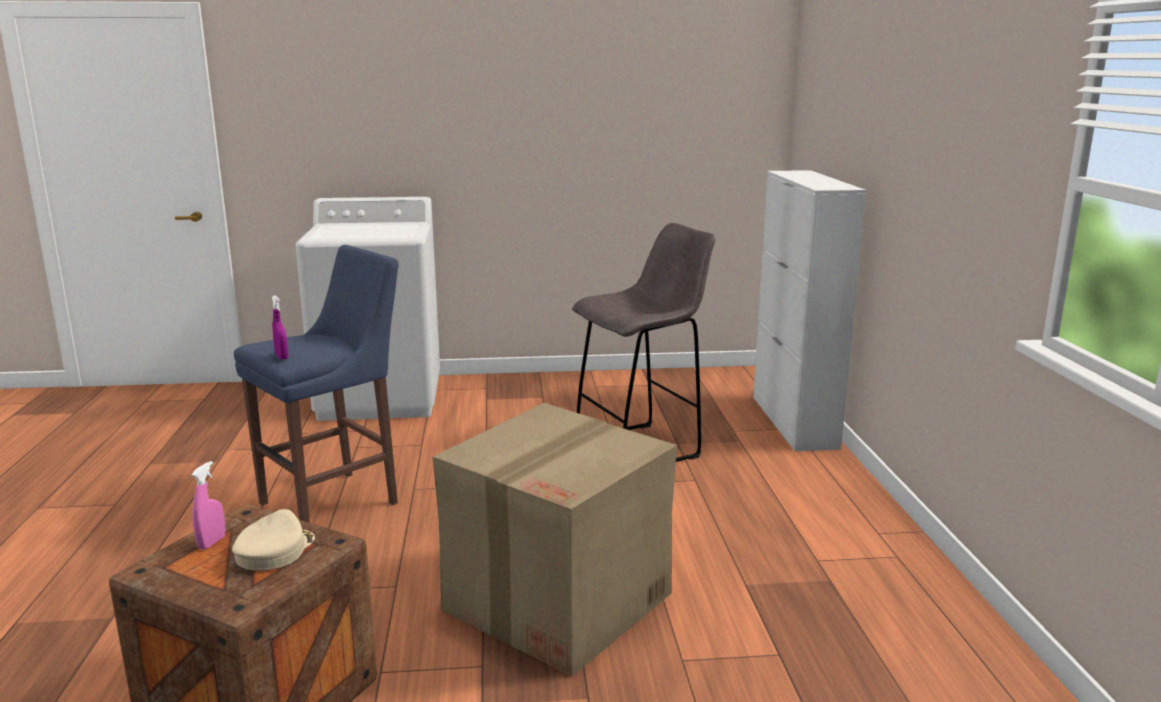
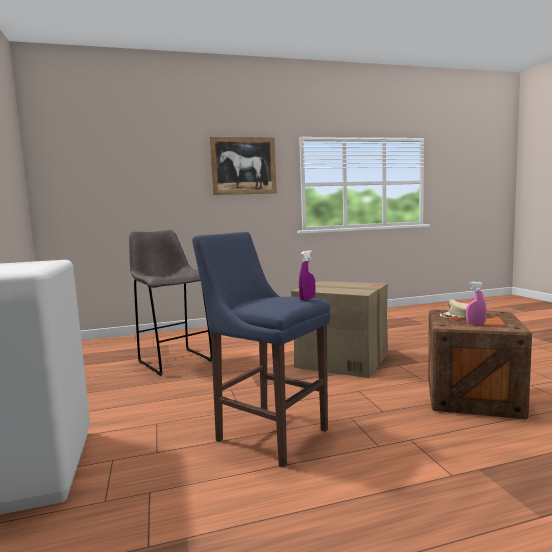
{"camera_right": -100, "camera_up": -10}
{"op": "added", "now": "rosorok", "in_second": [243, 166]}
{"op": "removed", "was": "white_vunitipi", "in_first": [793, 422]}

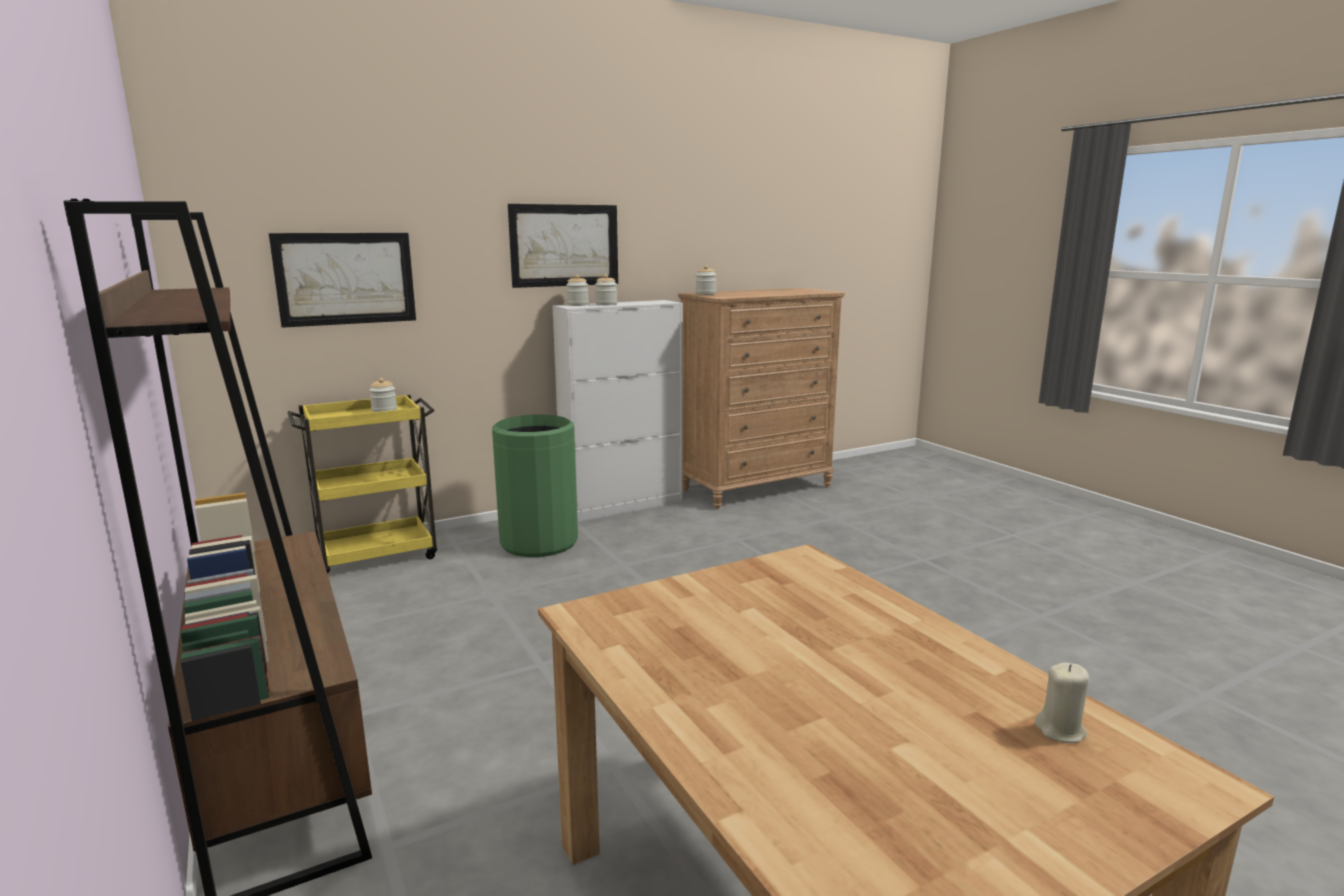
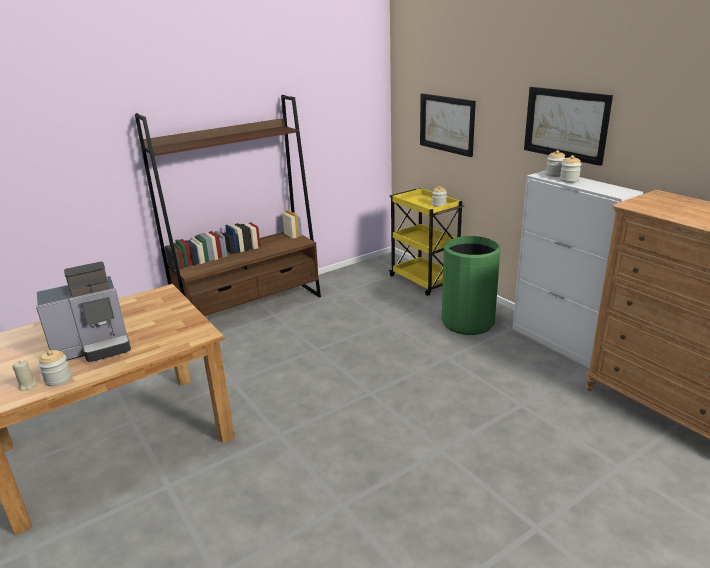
{"camera_right": 85, "camera_up": 10}
{"op": "added", "now": "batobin", "in_second": [95, 347]}
{"op": "moved", "was": "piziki", "in_first": [705, 294], "in_second": [58, 379]}

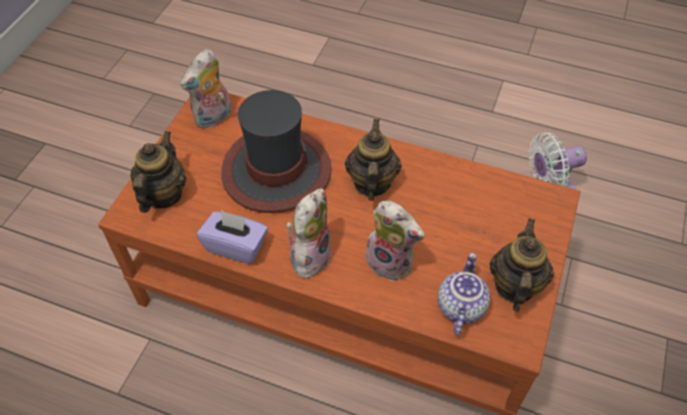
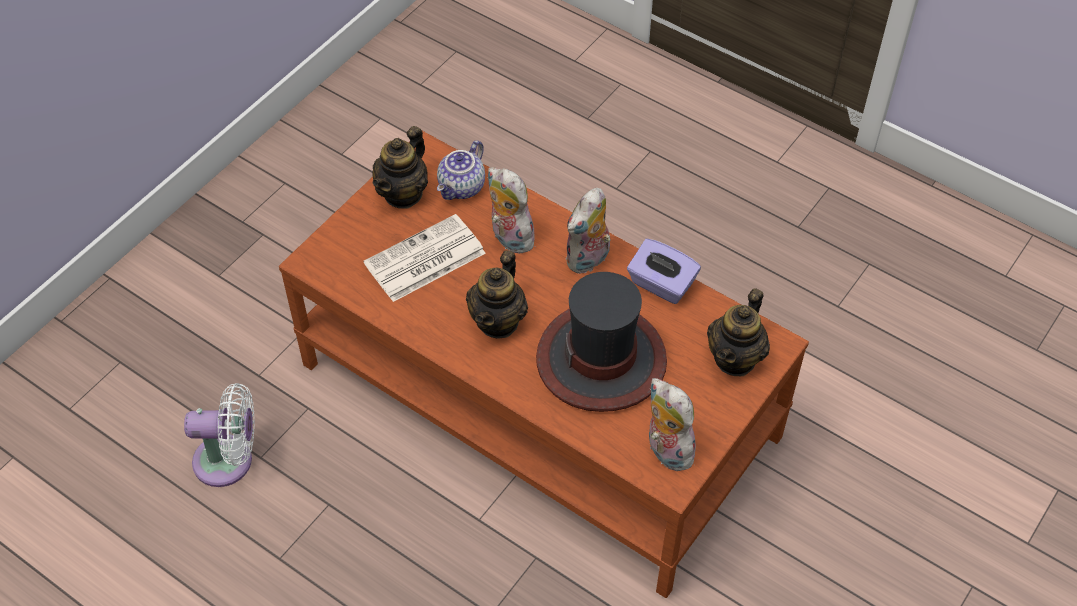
{"camera_right": -165, "camera_up": 0}
{"op": "added", "now": "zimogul", "in_second": [424, 260]}
{"op": "turned", "was": "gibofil", "in_first": [213, 118], "in_second": [666, 450], "clockwise": -90}

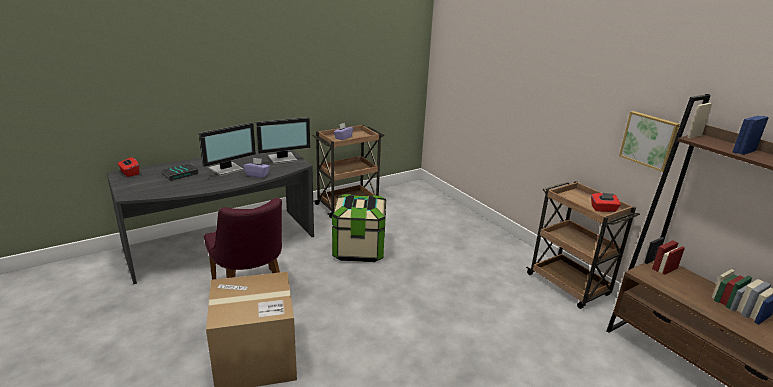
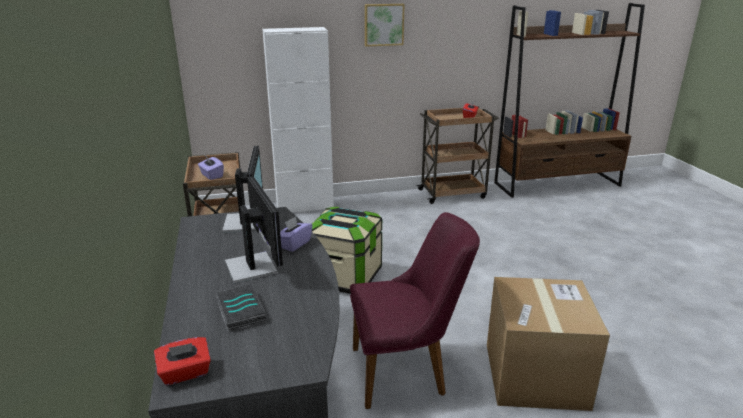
{"camera_right": -70, "camera_up": 0}
{"op": "added", "now": "white_vunitipi", "in_second": [304, 206]}
{"op": "moved", "was": "rosorok", "in_first": [649, 140], "in_second": [383, 24]}

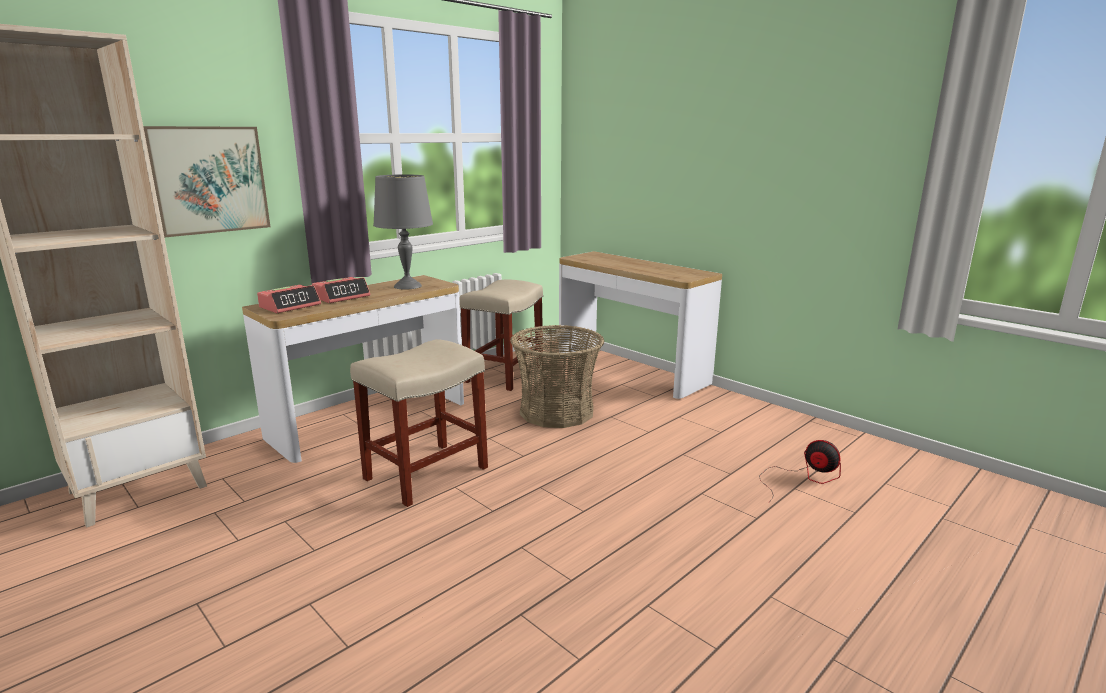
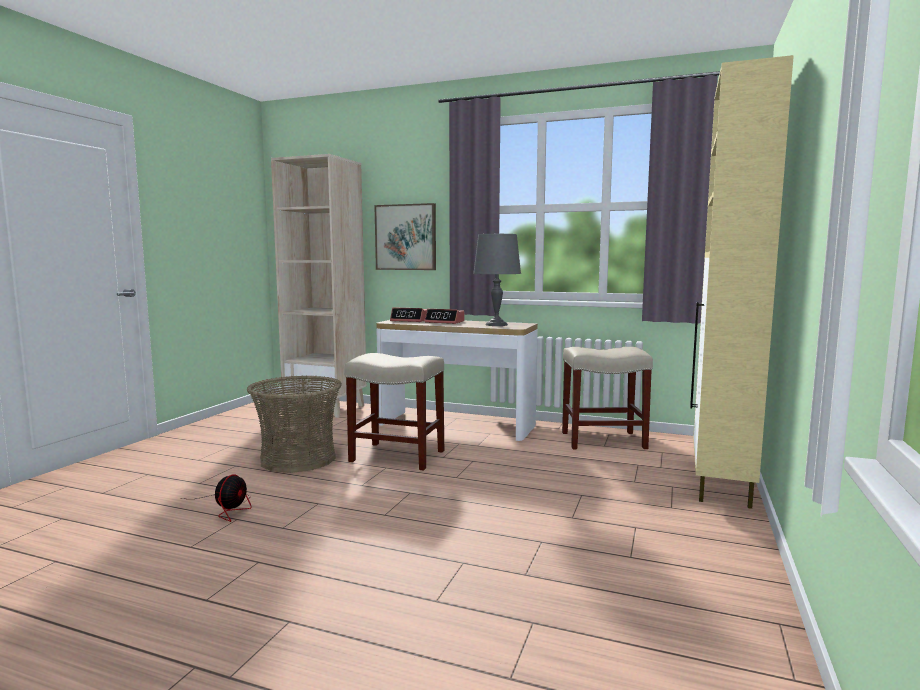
{"camera_right": 65, "camera_up": -10}
{"op": "moved", "was": "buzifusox", "in_first": [802, 478], "in_second": [229, 508]}
{"op": "moved", "was": "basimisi", "in_first": [557, 411], "in_second": [298, 459]}
{"op": "replaced", "was": "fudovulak", "now": "beige_vunitipi", "in_first": [630, 370], "in_second": [721, 484]}

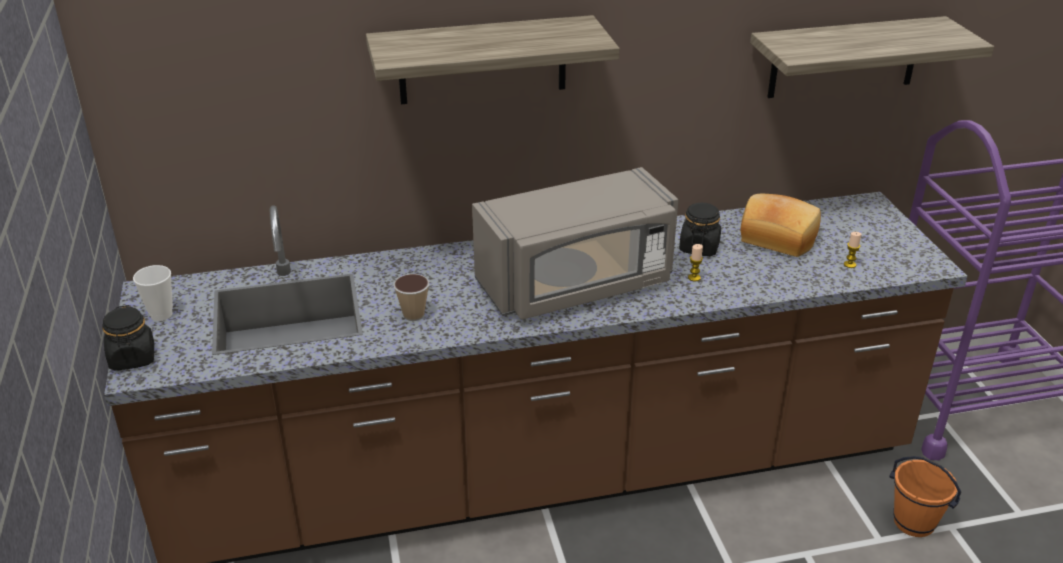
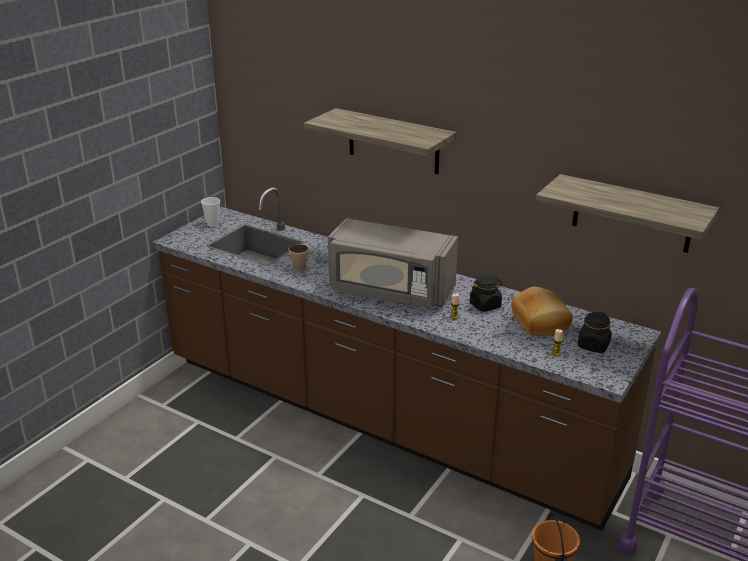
{"camera_right": 45, "camera_up": -5}
{"op": "moved", "was": "black_piziki", "in_first": [133, 358], "in_second": [593, 346]}

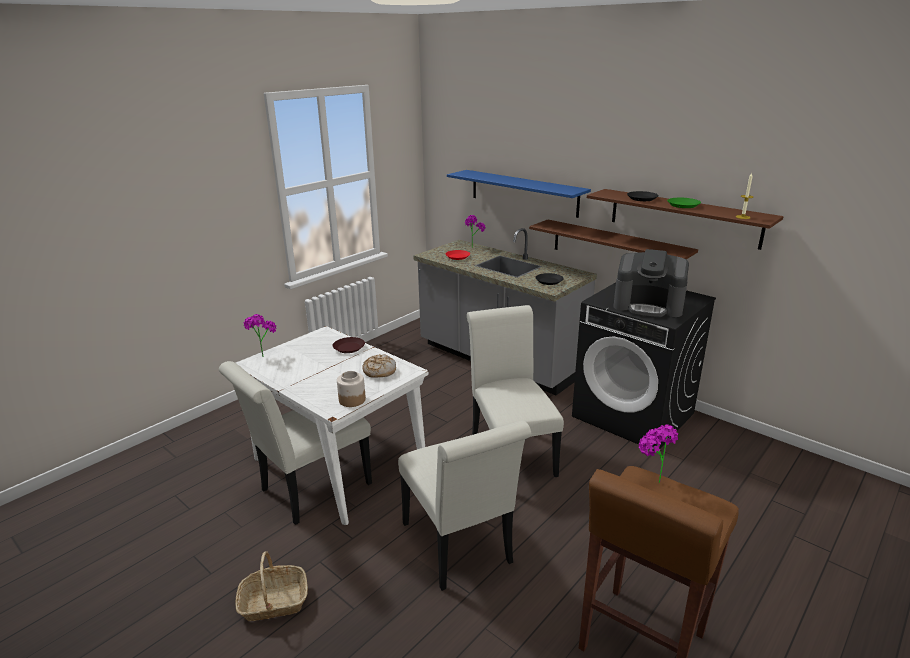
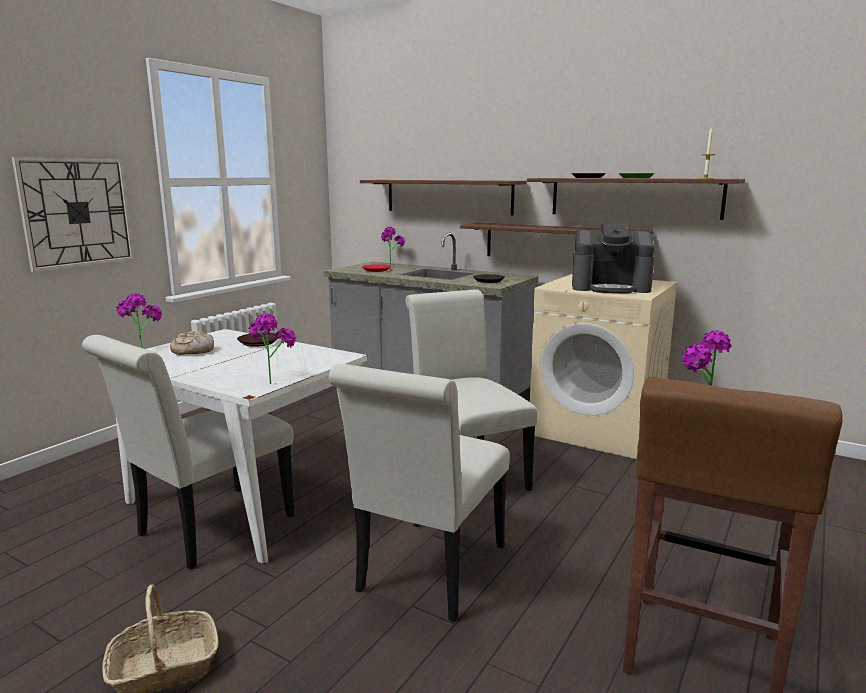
{"camera_right": -10, "camera_up": -10}
{"op": "added", "now": "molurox", "in_second": [77, 212]}
{"op": "moved", "was": "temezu", "in_first": [379, 371], "in_second": [192, 351]}
{"op": "replaced", "was": "piziki", "now": "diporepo", "in_first": [352, 400], "in_second": [273, 380]}
{"op": "turned", "was": "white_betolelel", "in_first": [460, 548], "in_second": [428, 574], "clockwise": 60}
{"op": "recoloured", "was": "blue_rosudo", "now": "brown_rosudo", "in_first": [523, 192], "in_second": [448, 196]}
{"op": "recoloured", "was": "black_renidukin", "now": "beige_renidukin", "in_first": [634, 415], "in_second": [598, 429]}

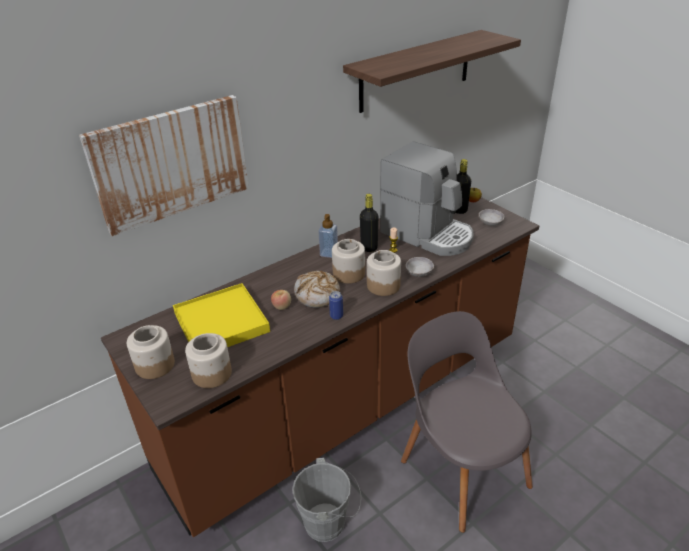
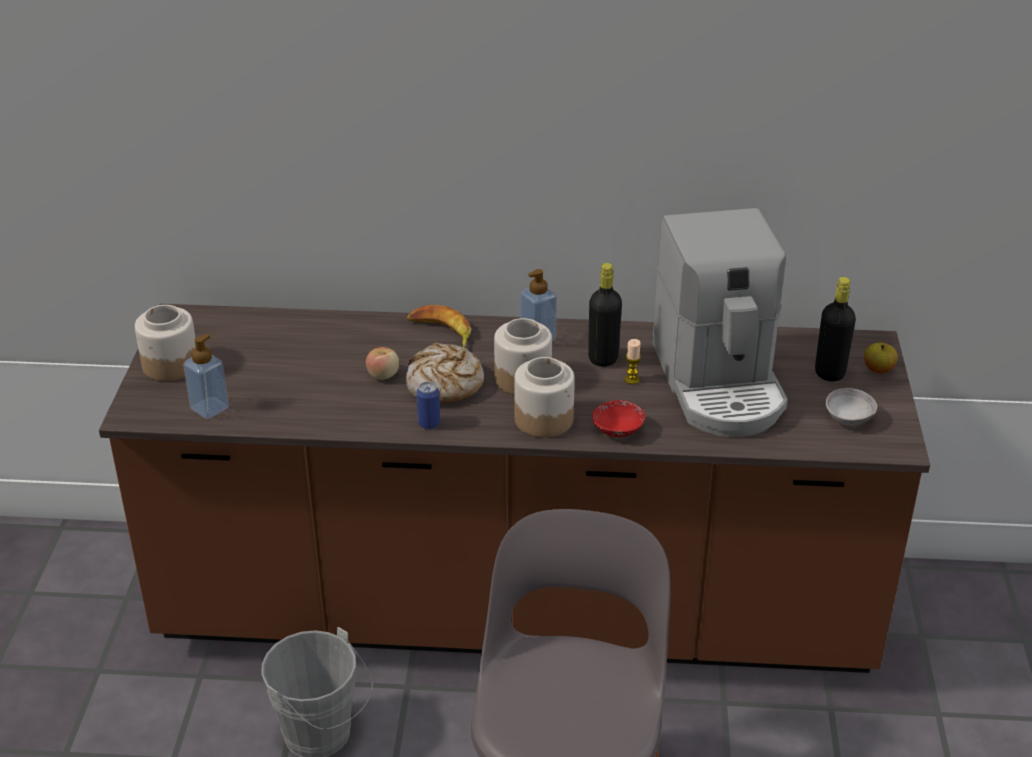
{"camera_right": 40, "camera_up": 0}
{"op": "replaced", "was": "piziki", "now": "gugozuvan", "in_first": [211, 374], "in_second": [209, 408]}
{"op": "added", "now": "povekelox", "in_second": [441, 332]}
{"op": "recoloured", "was": "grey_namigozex", "now": "red_namigozex", "in_first": [419, 273], "in_second": [618, 430]}
{"op": "removed", "was": "rosorok", "in_first": [171, 163]}
{"op": "removed", "was": "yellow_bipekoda", "in_first": [221, 323]}
{"op": "removed", "was": "rosudo", "in_first": [416, 71]}

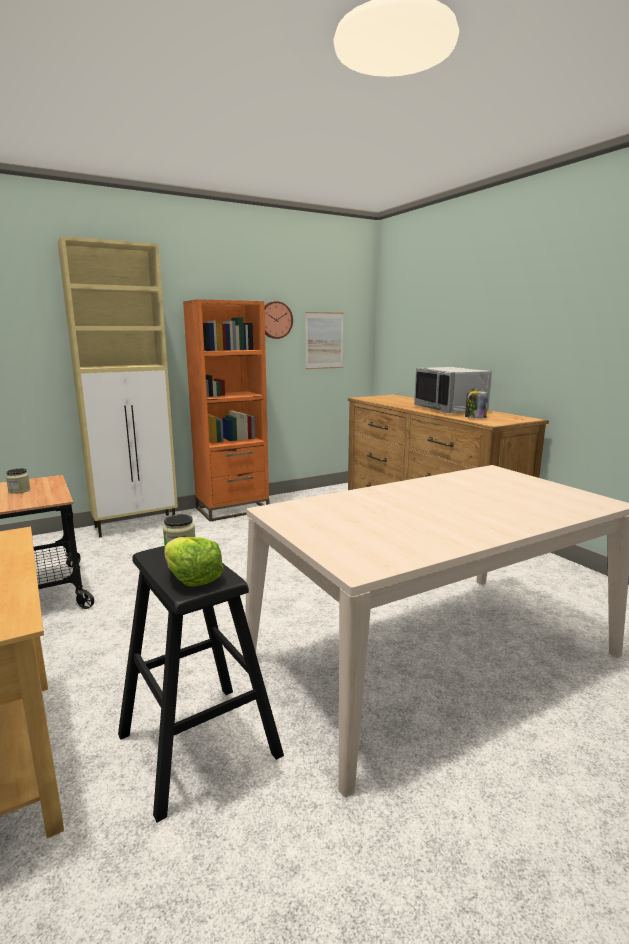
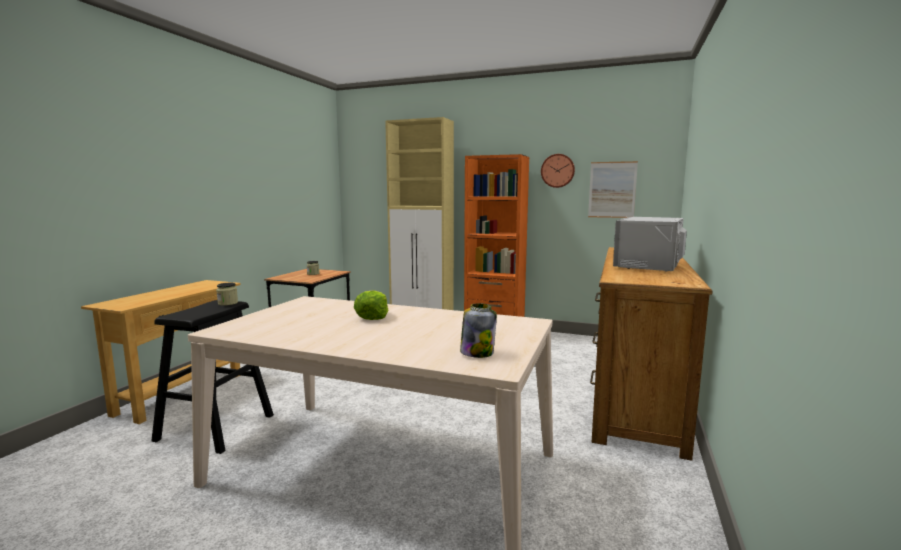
{"camera_right": 50, "camera_up": -5}
{"op": "moved", "was": "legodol", "in_first": [192, 579], "in_second": [372, 317]}
{"op": "moved", "was": "piziki", "in_first": [475, 418], "in_second": [477, 353]}

